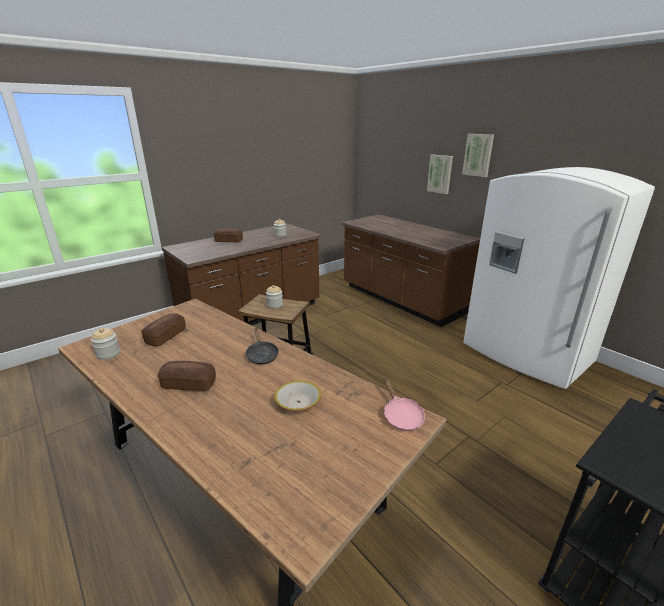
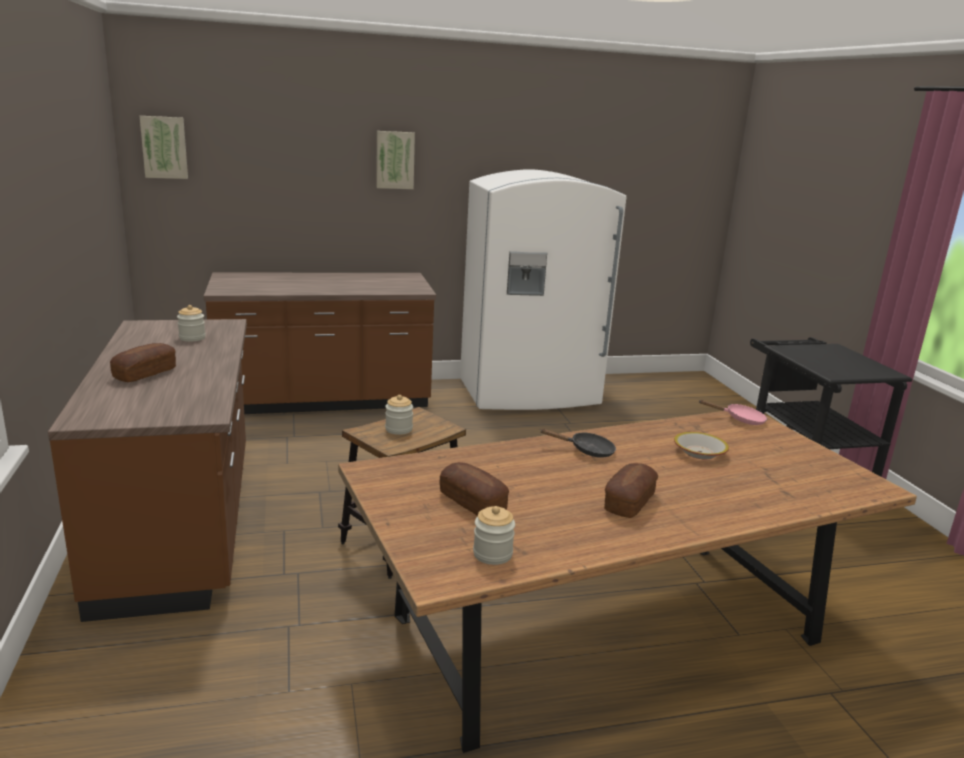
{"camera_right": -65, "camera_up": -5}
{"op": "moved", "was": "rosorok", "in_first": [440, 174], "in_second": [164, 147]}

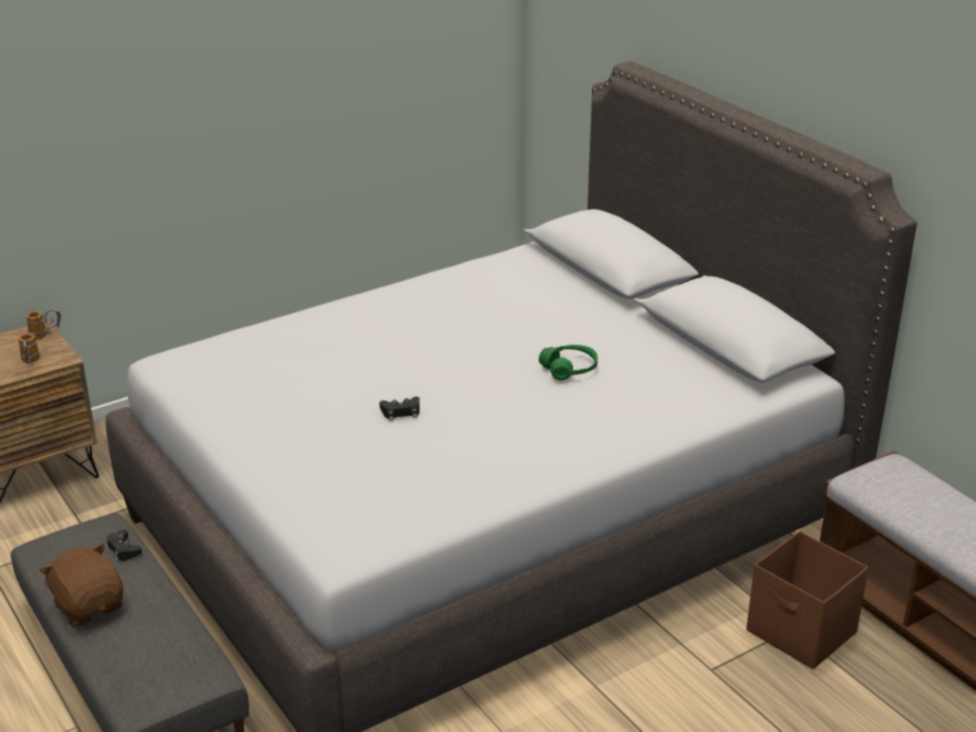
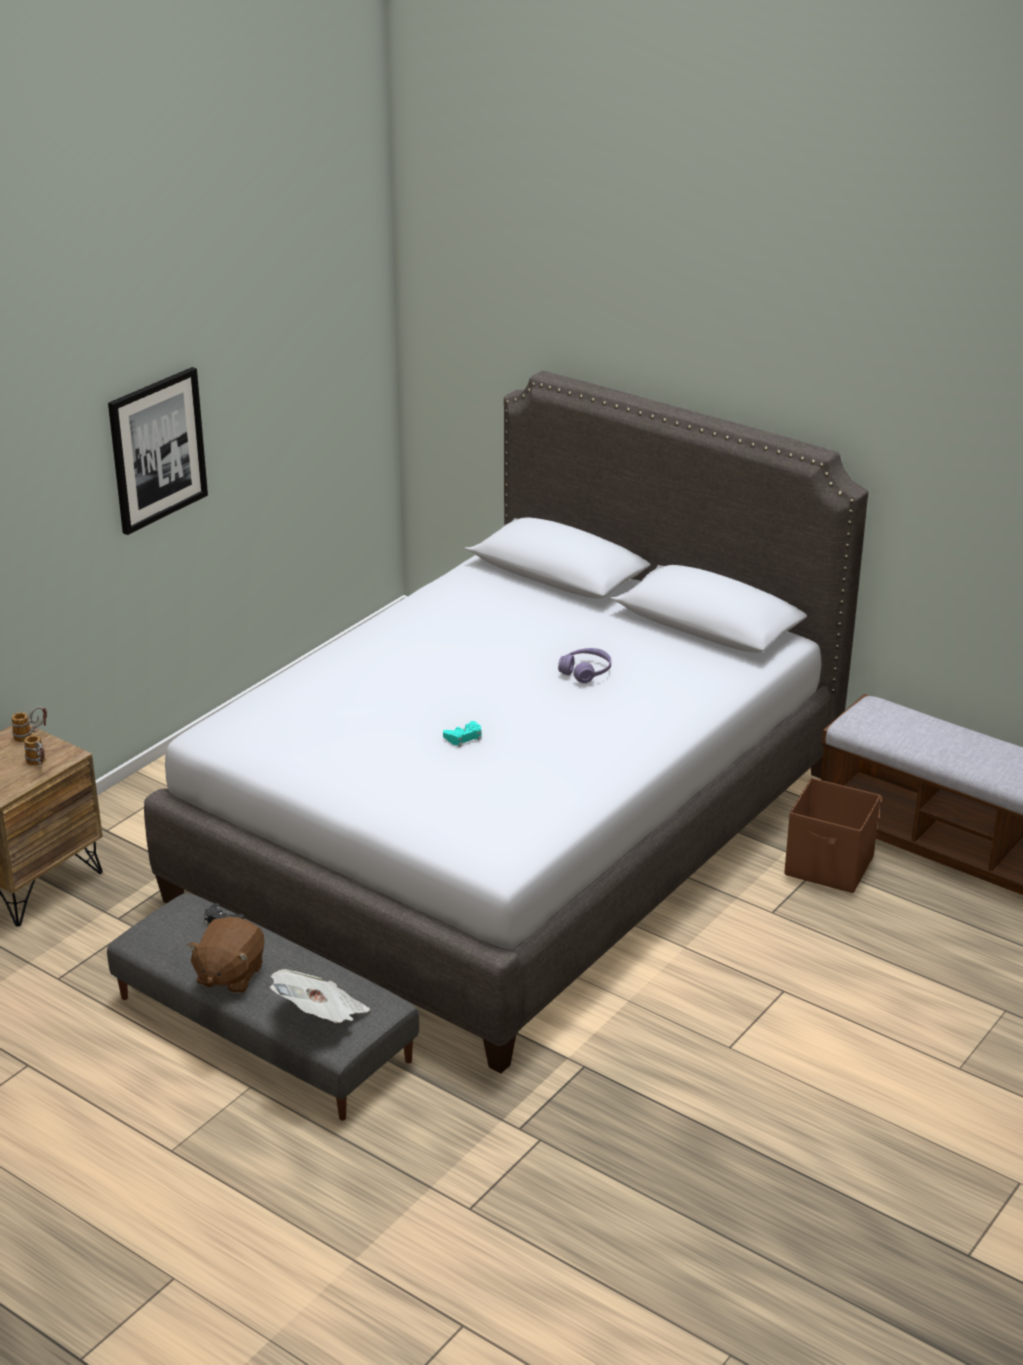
{"camera_right": -20, "camera_up": 0}
{"op": "added", "now": "rosorok", "in_second": [157, 449]}
{"op": "turned", "was": "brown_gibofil", "in_first": [89, 606], "in_second": [229, 975], "clockwise": -105}
{"op": "added", "now": "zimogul", "in_second": [321, 1016]}
{"op": "recoloured", "was": "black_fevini", "now": "turquoise_fevini", "in_first": [401, 412], "in_second": [464, 737]}
{"op": "recoloured", "was": "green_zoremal", "now": "purple_zoremal", "in_first": [569, 369], "in_second": [585, 672]}

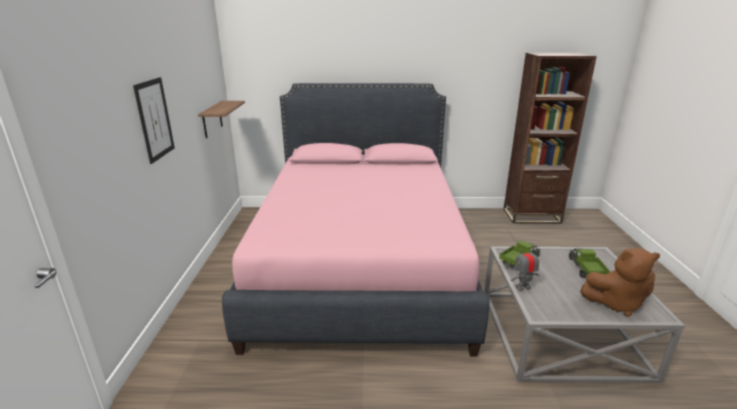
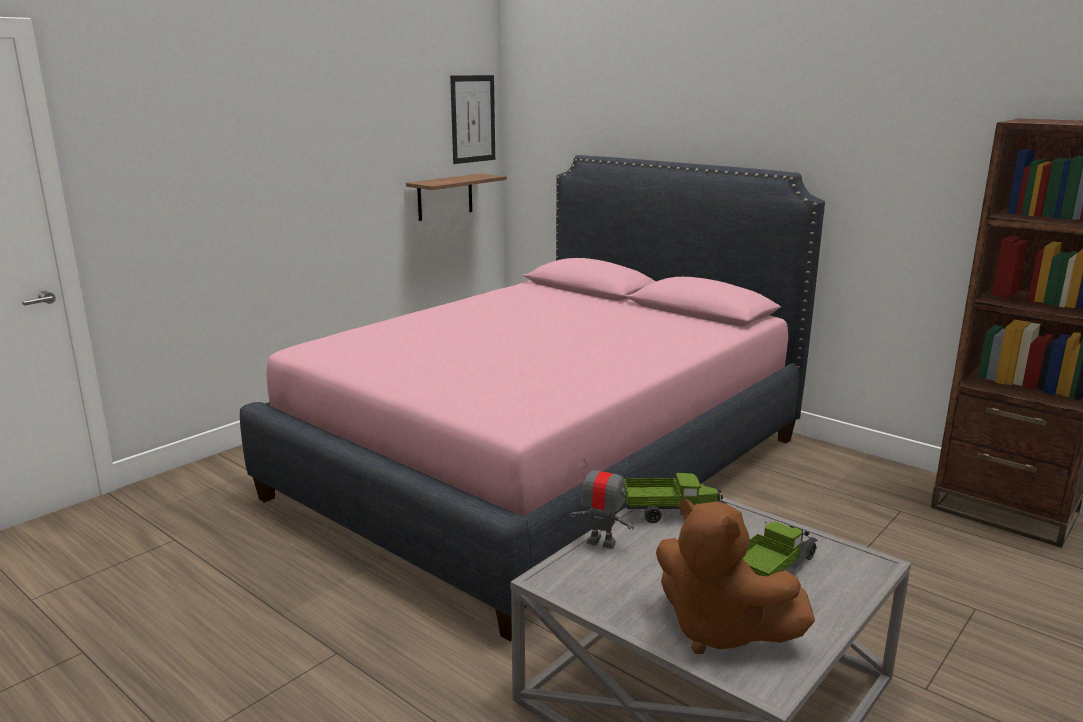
{"camera_right": 40, "camera_up": -5}
{"op": "moved", "was": "rosorok", "in_first": [154, 119], "in_second": [473, 119]}

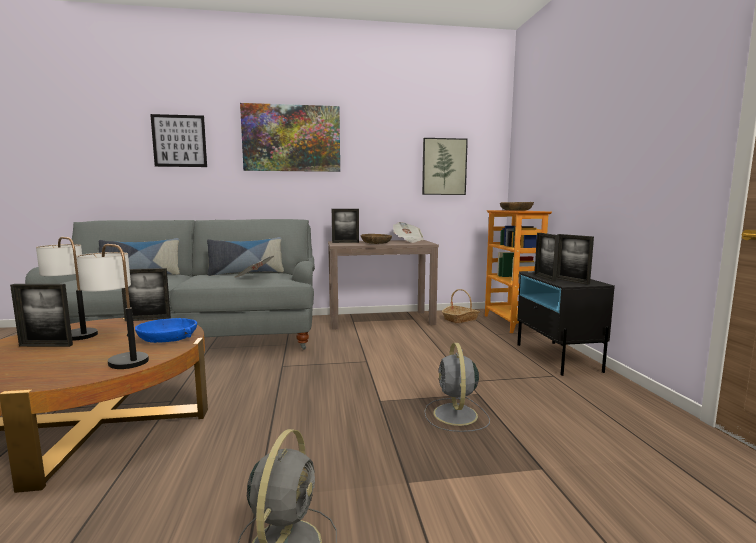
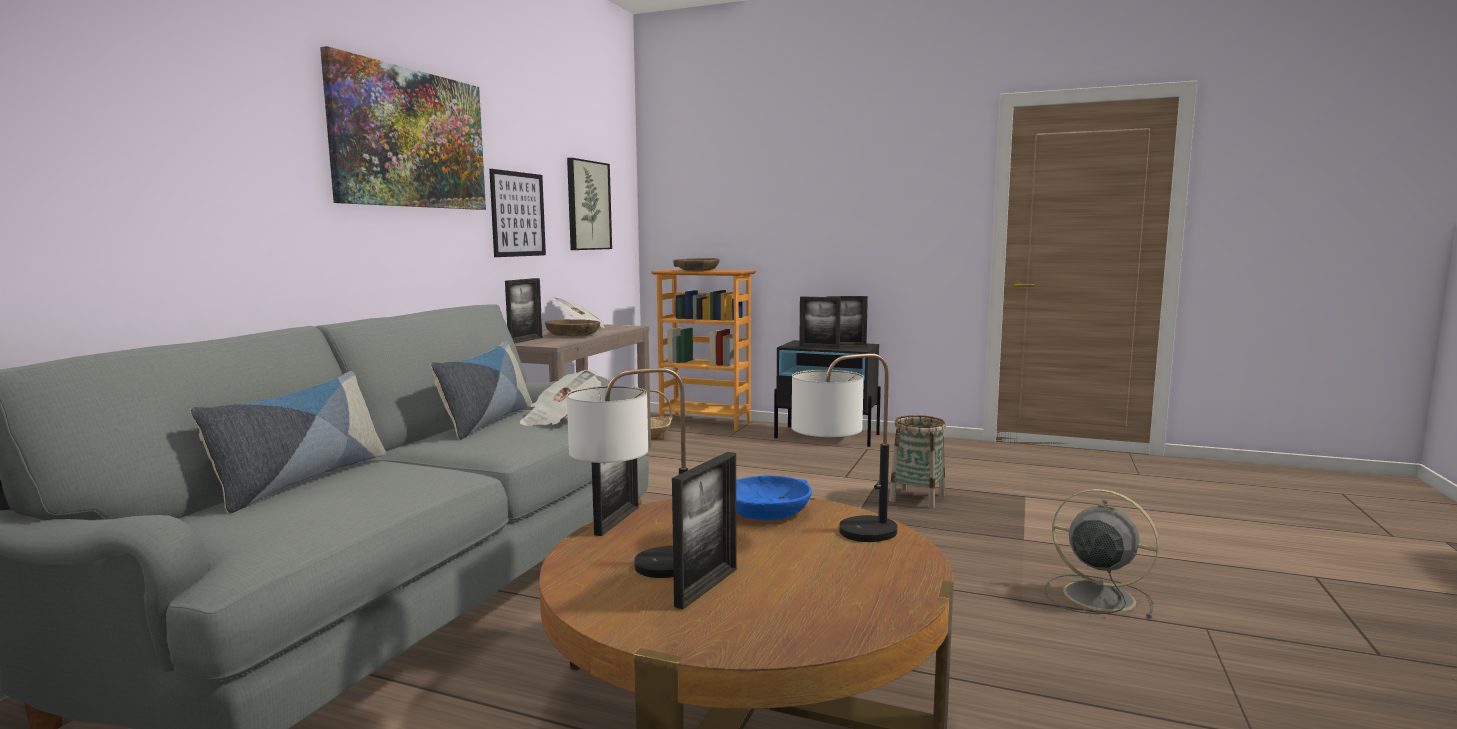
{"camera_right": -60, "camera_up": 0}
{"op": "moved", "was": "rosorok", "in_first": [179, 141], "in_second": [518, 214]}
{"op": "replaced", "was": "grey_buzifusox", "now": "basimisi", "in_first": [455, 415], "in_second": [917, 498]}

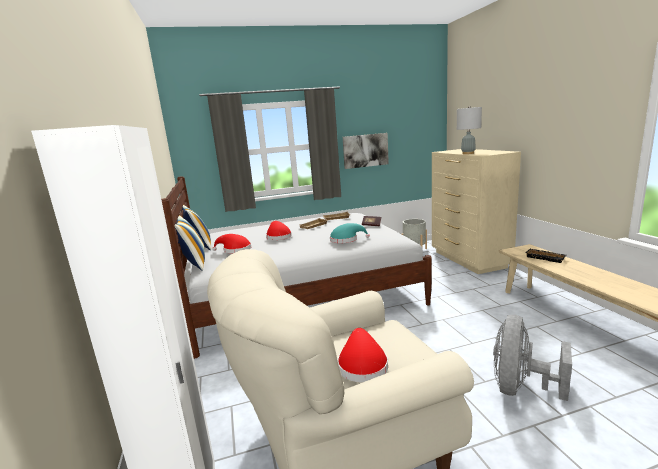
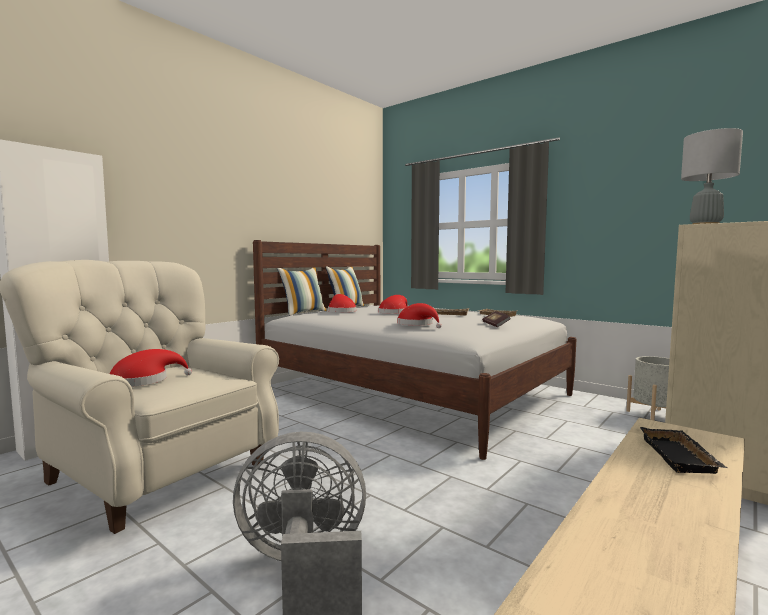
{"camera_right": 55, "camera_up": -10}
{"op": "recoloured", "was": "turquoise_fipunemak", "now": "red_fipunemak", "in_first": [346, 240], "in_second": [417, 324]}
{"op": "removed", "was": "rosorok", "in_first": [365, 150]}

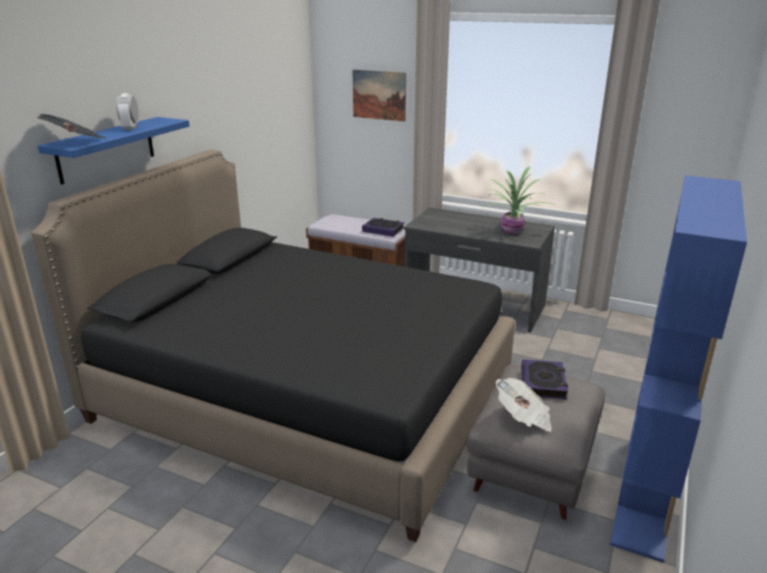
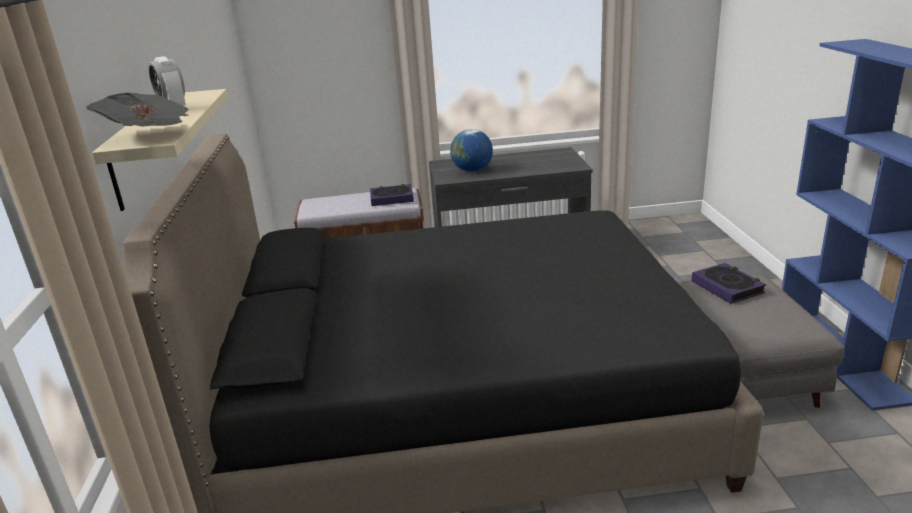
{"camera_right": -30, "camera_up": 0}
{"op": "recoloured", "was": "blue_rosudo", "now": "beige_rosudo", "in_first": [106, 149], "in_second": [142, 148]}
{"op": "added", "now": "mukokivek", "in_second": [472, 171]}
{"op": "removed", "was": "rosorok", "in_first": [379, 95]}
{"op": "removed", "was": "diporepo", "in_first": [513, 232]}
{"op": "removed", "was": "zimogul", "in_first": [523, 418]}

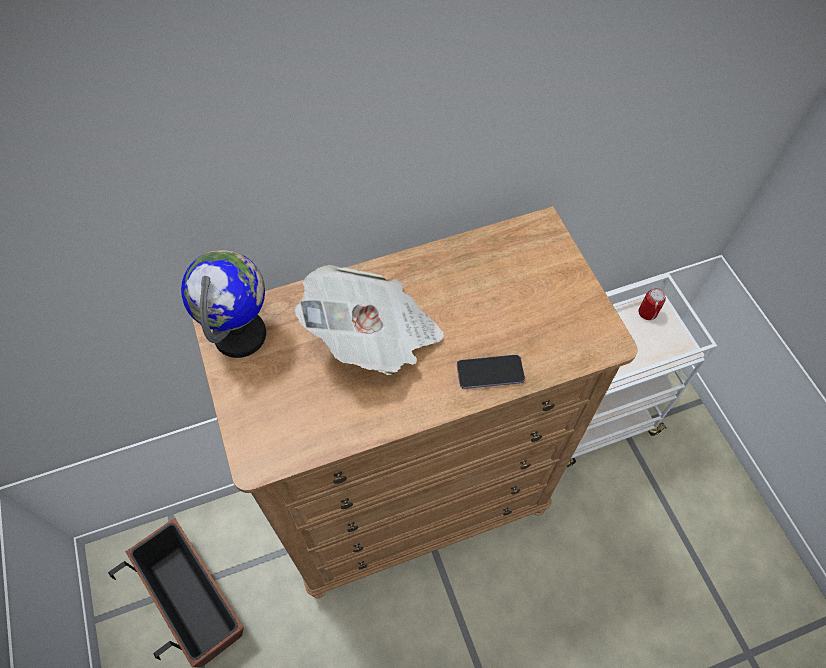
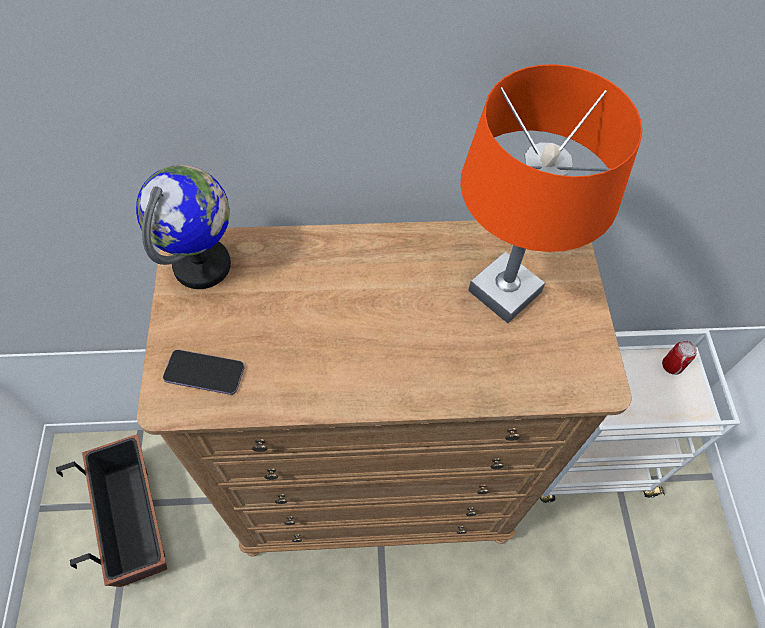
{"camera_right": 15, "camera_up": 0}
{"op": "moved", "was": "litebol", "in_first": [490, 373], "in_second": [204, 373]}
{"op": "added", "now": "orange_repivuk", "in_second": [503, 291]}
{"op": "removed", "was": "zimogul", "in_first": [374, 336]}

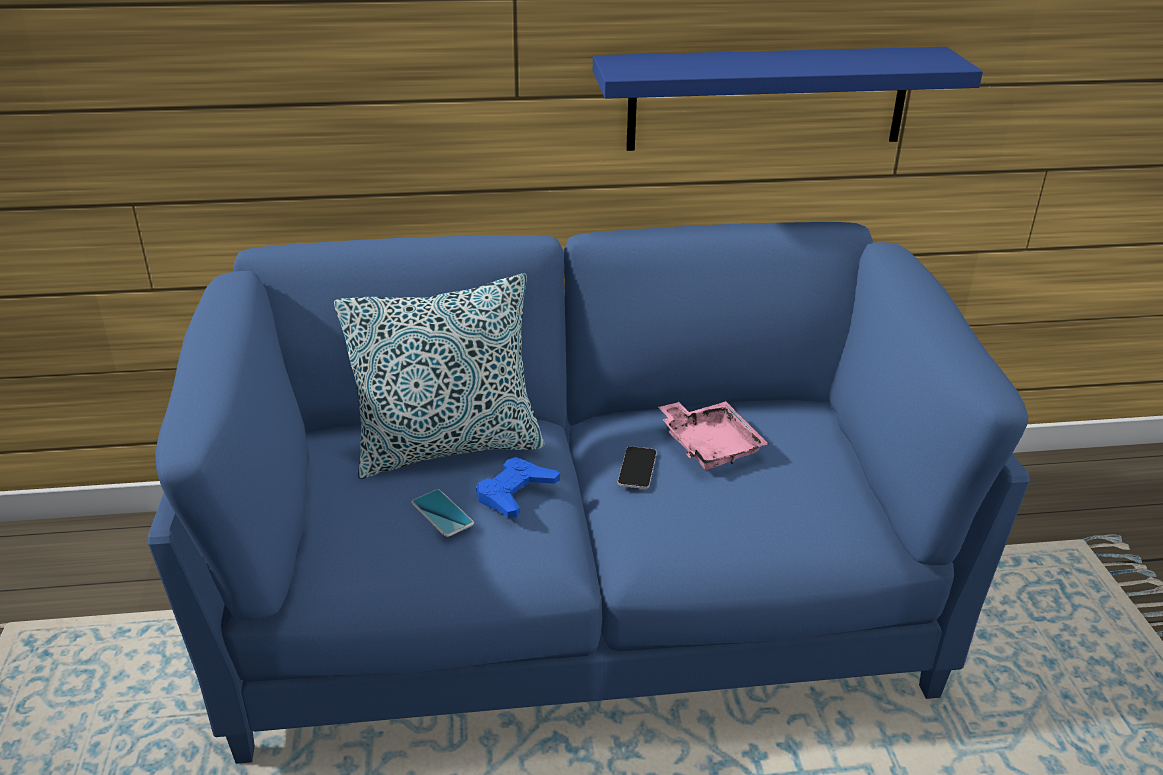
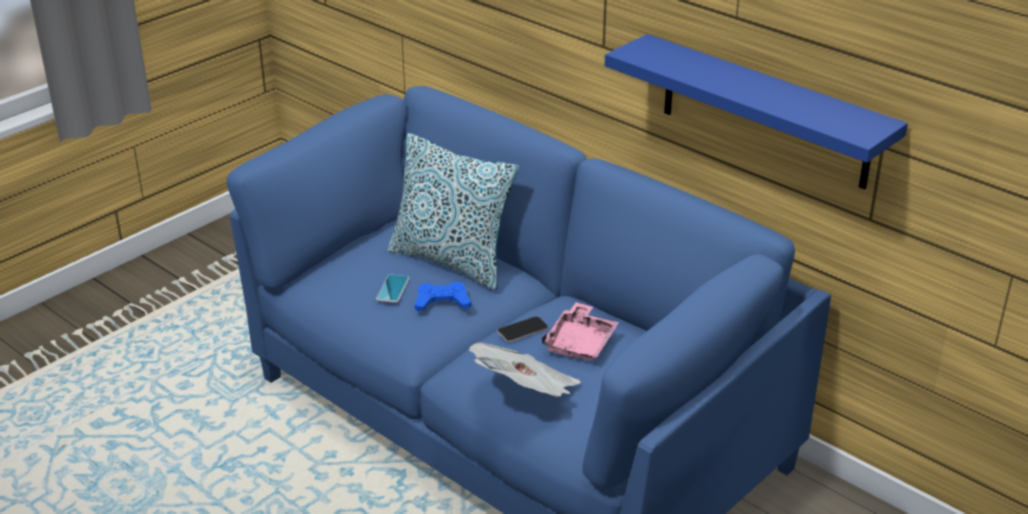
{"camera_right": 50, "camera_up": 0}
{"op": "added", "now": "zimogul", "in_second": [526, 393]}

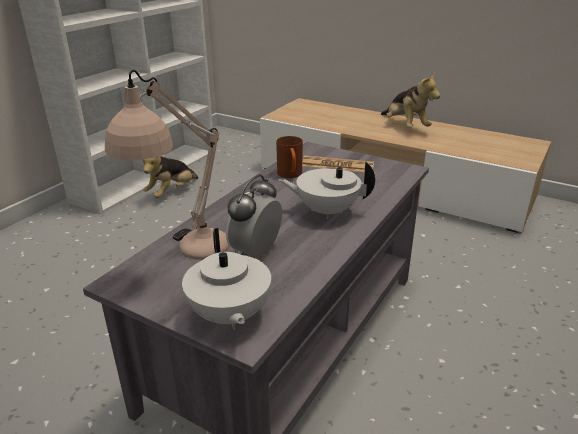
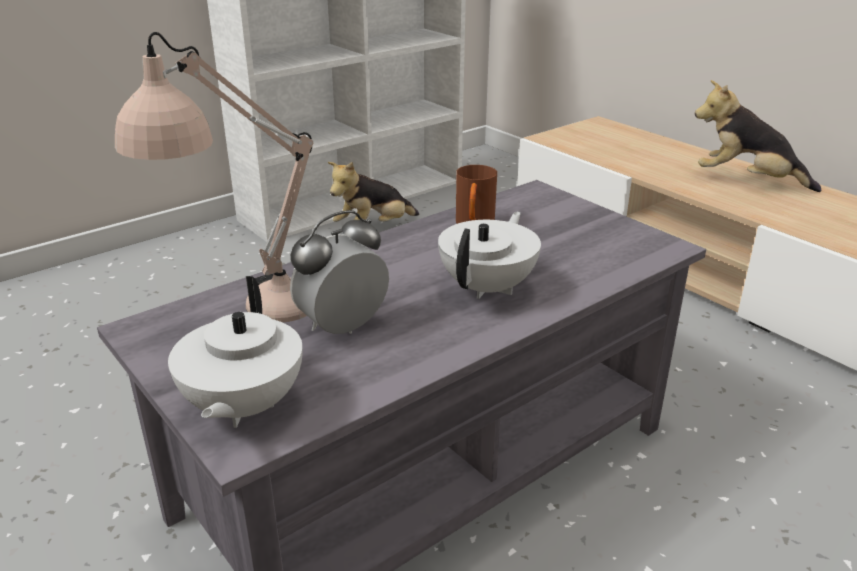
{"camera_right": 20, "camera_up": 0}
{"op": "turned", "was": "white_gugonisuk", "in_first": [326, 211], "in_second": [489, 287], "clockwise": 90}
{"op": "turned", "was": "gibofil", "in_first": [405, 126], "in_second": [746, 181], "clockwise": 120}
{"op": "removed", "was": "zimogul", "in_first": [337, 165]}

